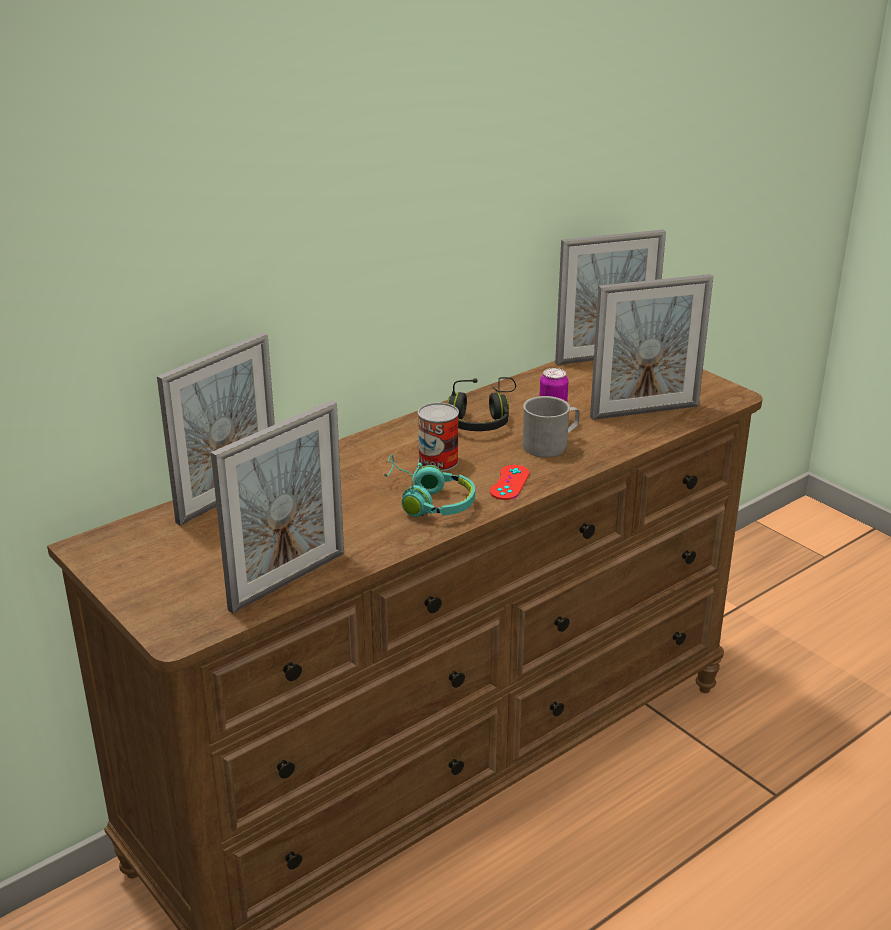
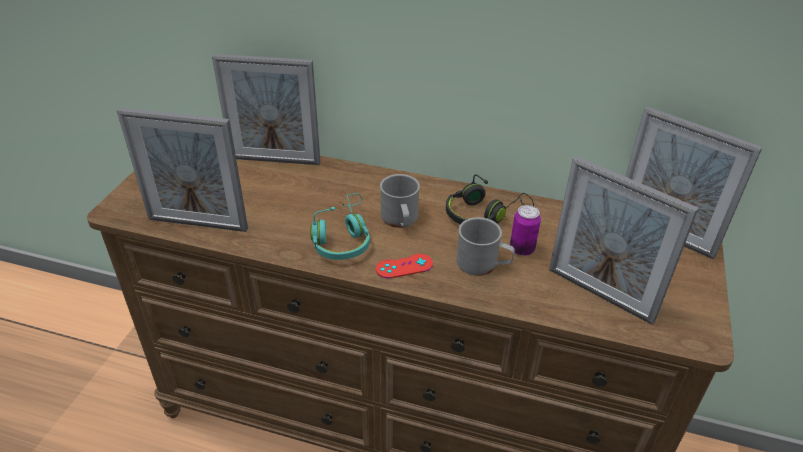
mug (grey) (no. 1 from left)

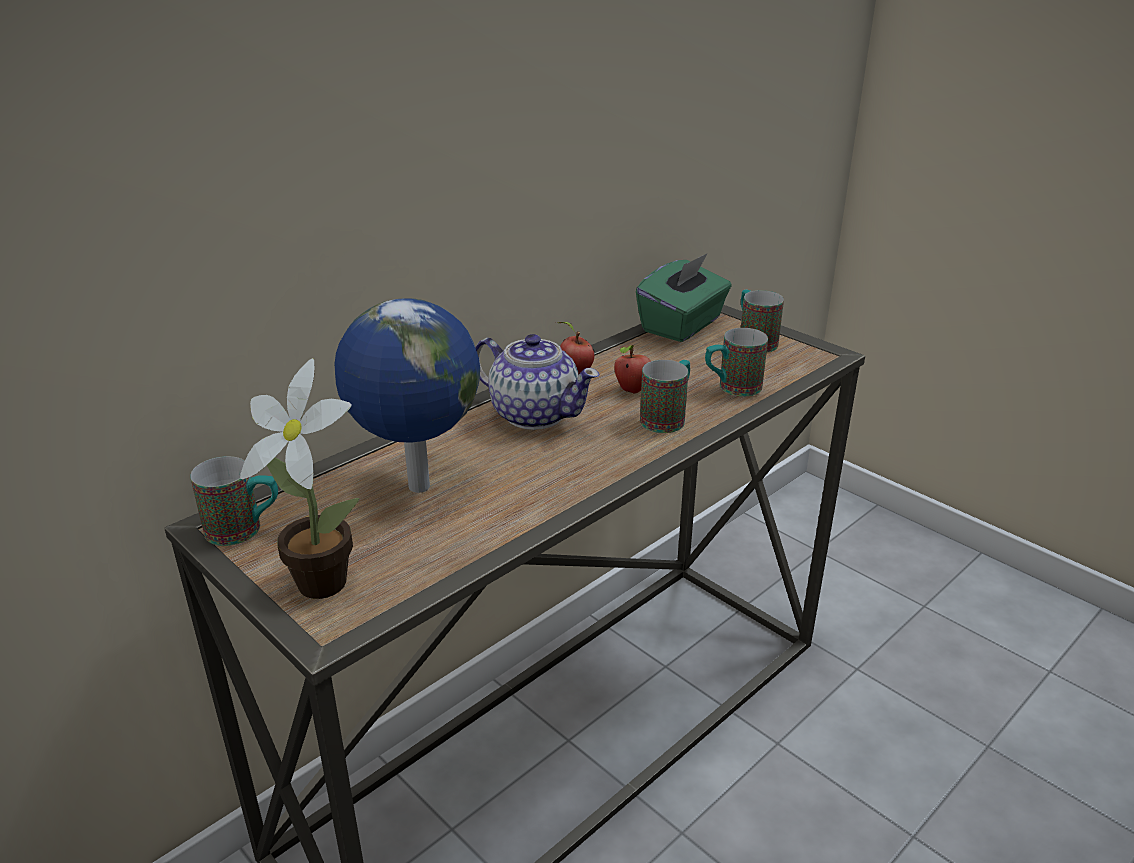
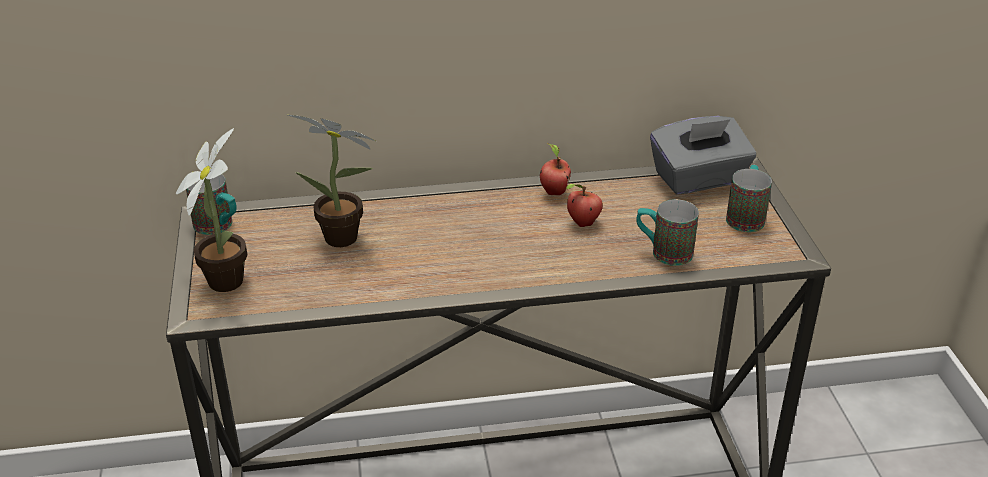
tissue box (grey)
potted plant (no. 2 from left)
teapot
mug (no. 2 from left in the first image)

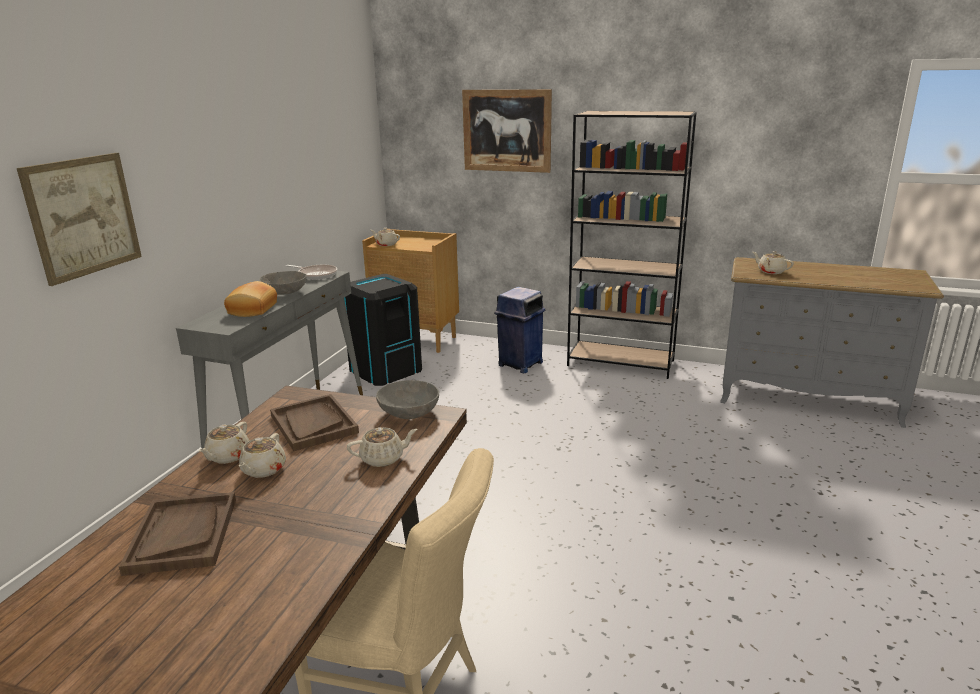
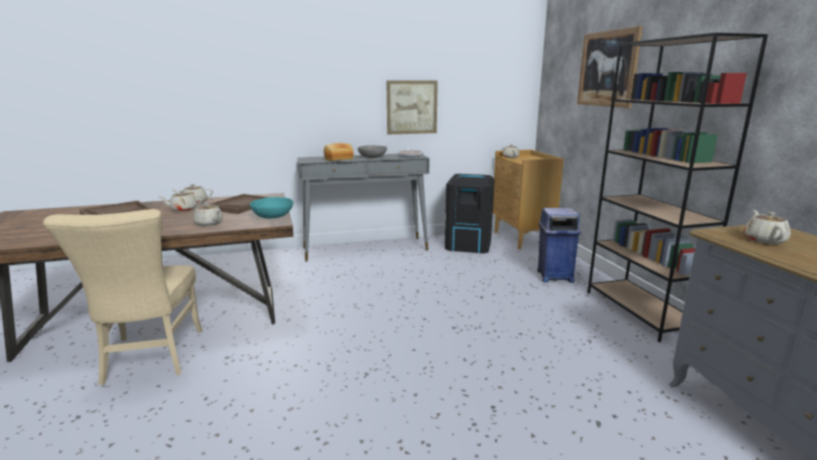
picture (no. 1 from left)
bowl (turquoise)

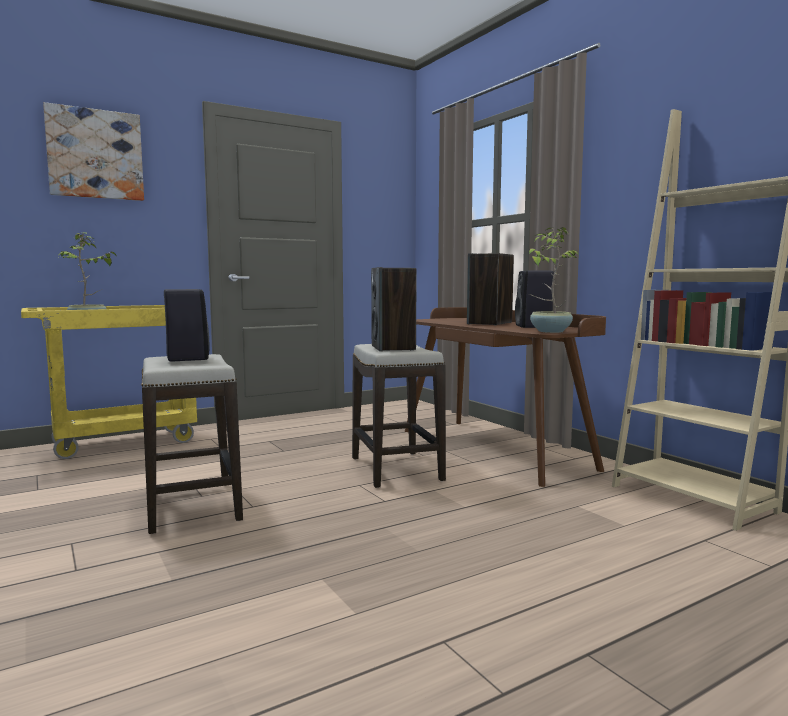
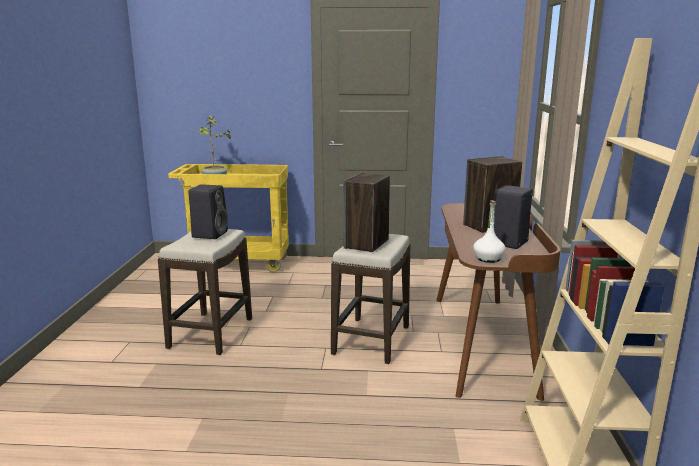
picture
bottle (white)

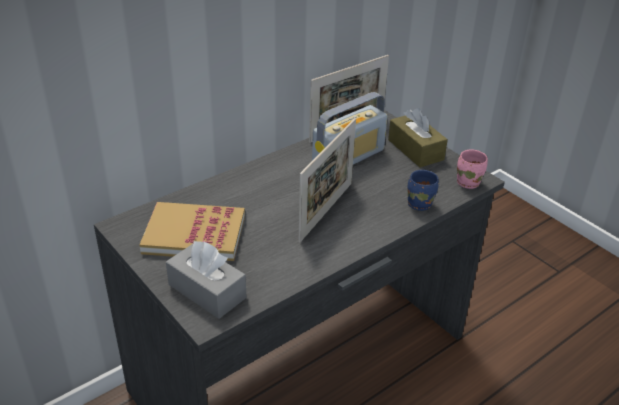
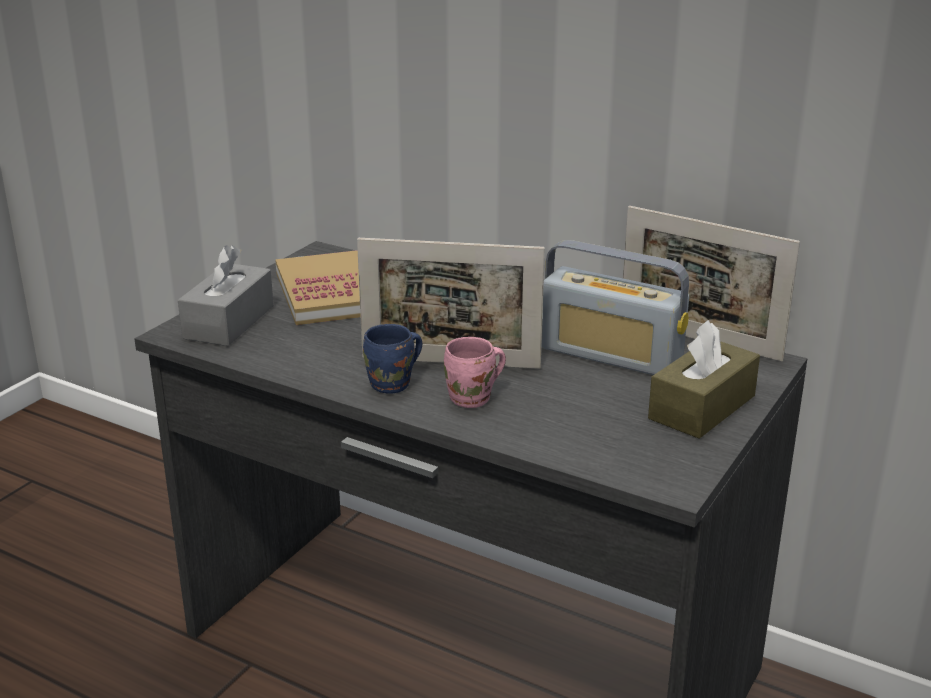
mug (pink)
mug (blue)

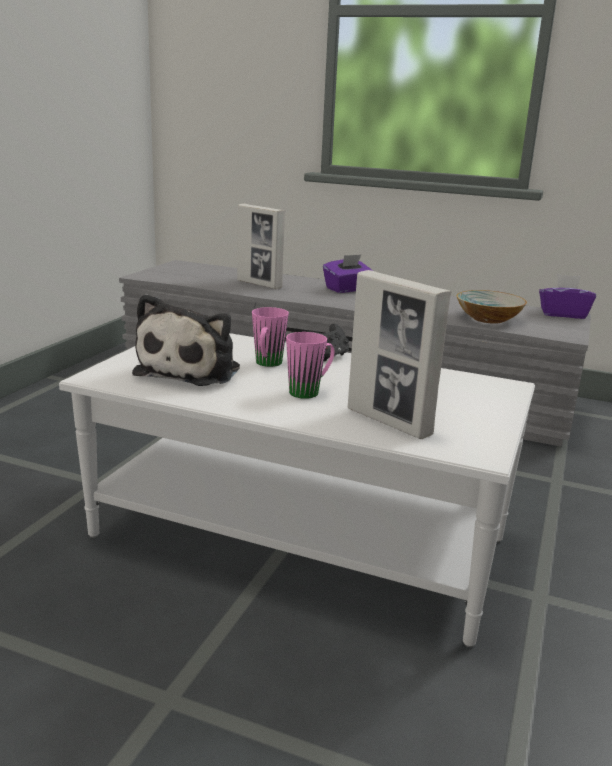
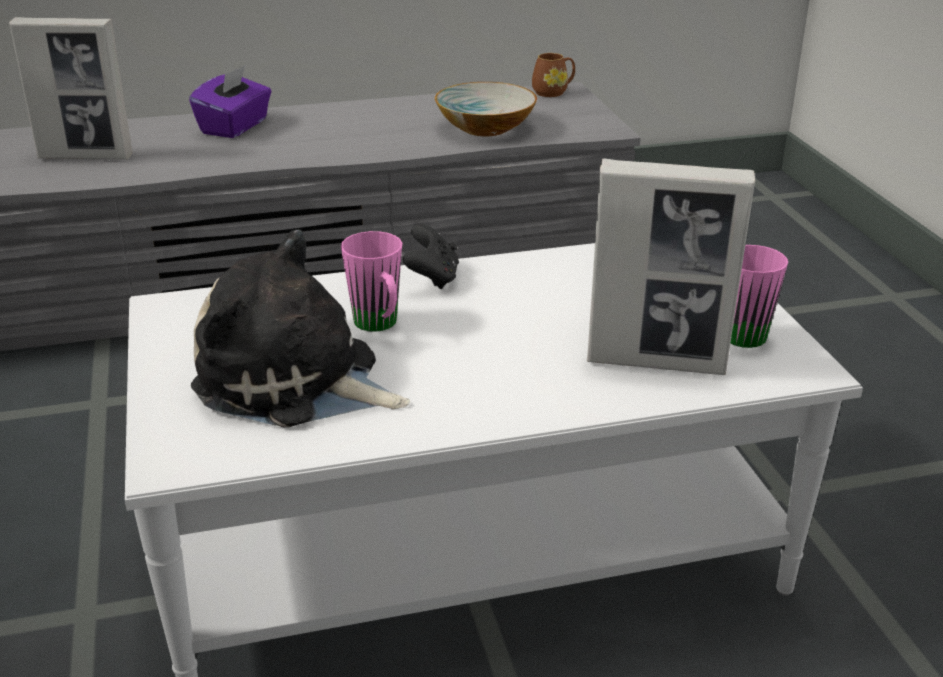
mug (brown)
plush toy
mug (pink) (no. 2 from left)

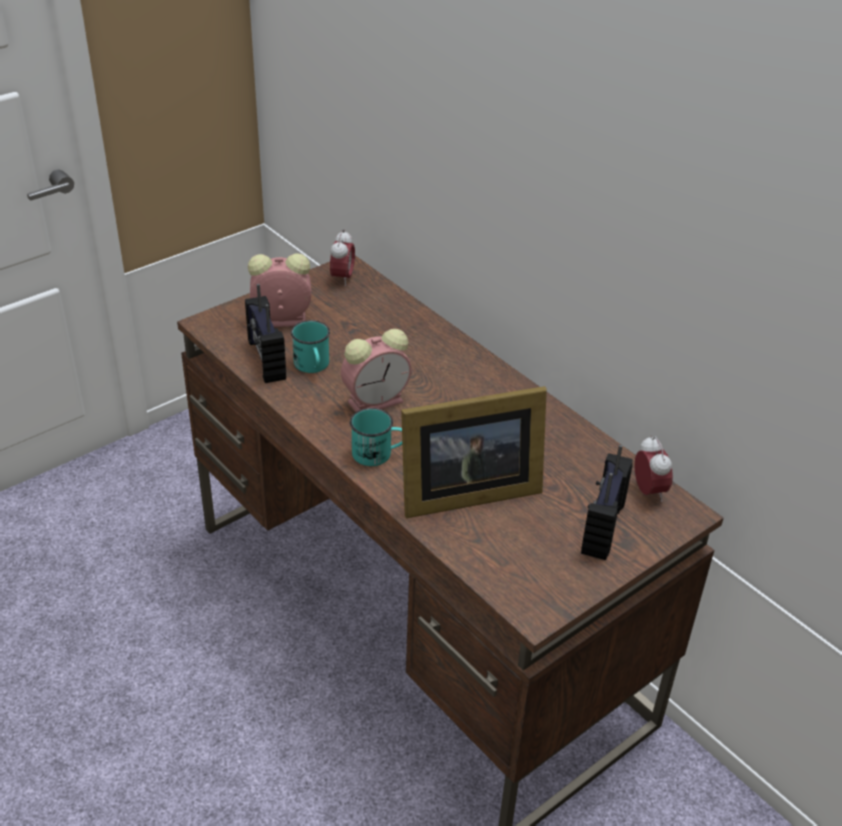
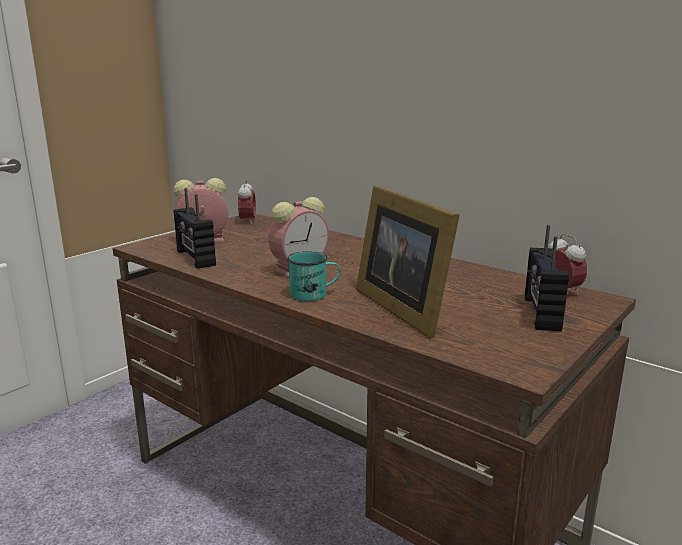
mug (turquoise) (no. 1 from left in the first image)
picture frame

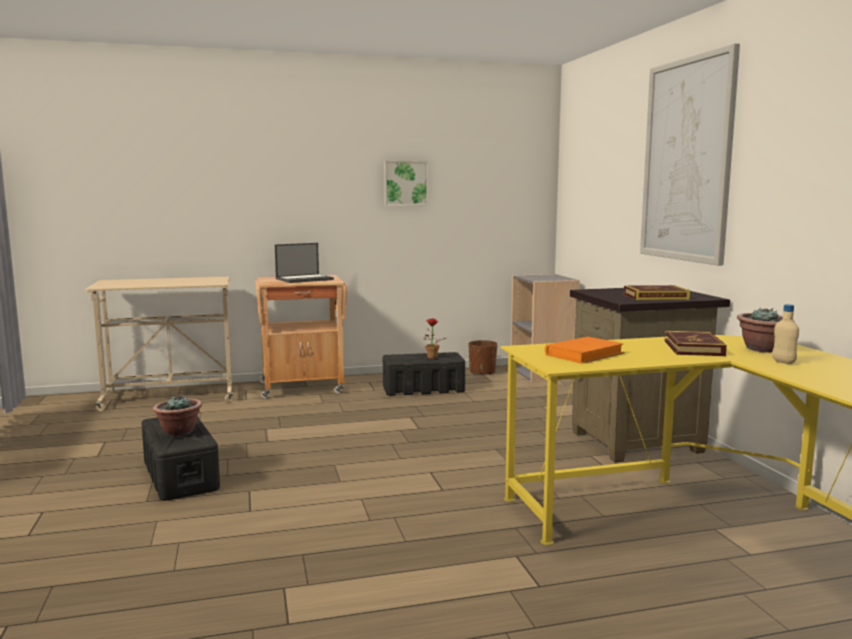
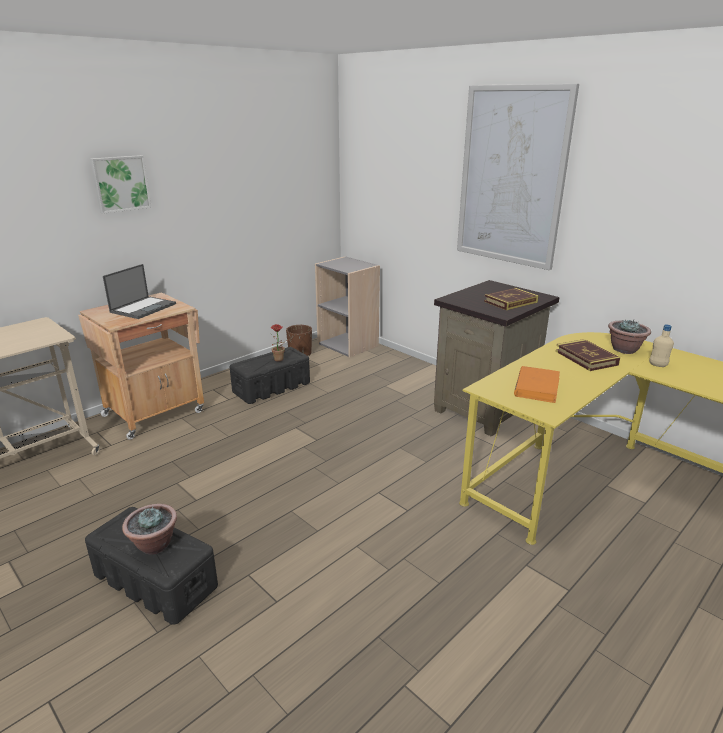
picture (no. 1 from left)

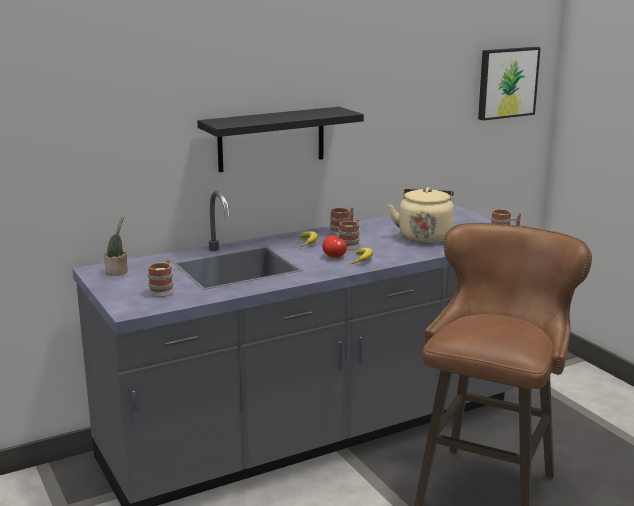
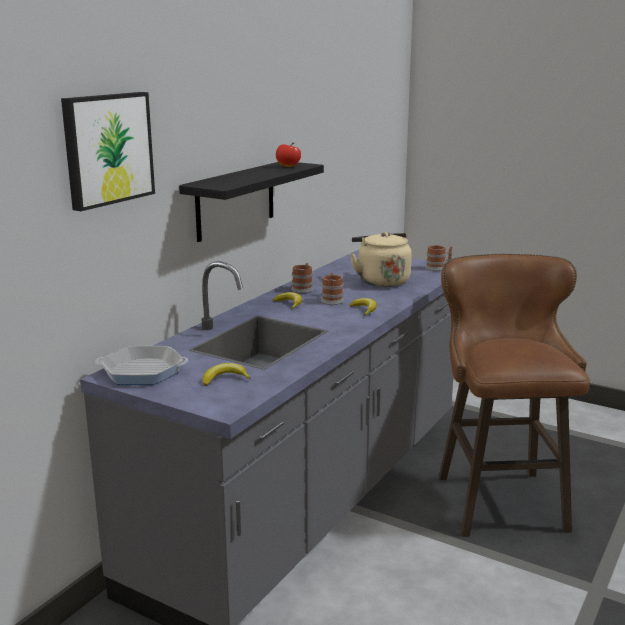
picture
frying pan
apple
banana (no. 1 from left)

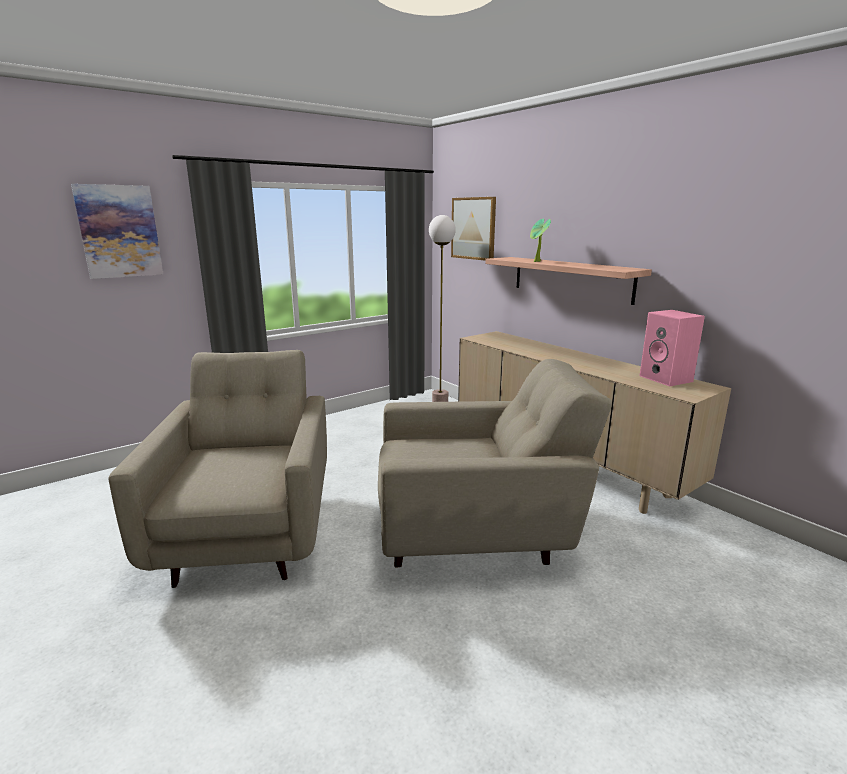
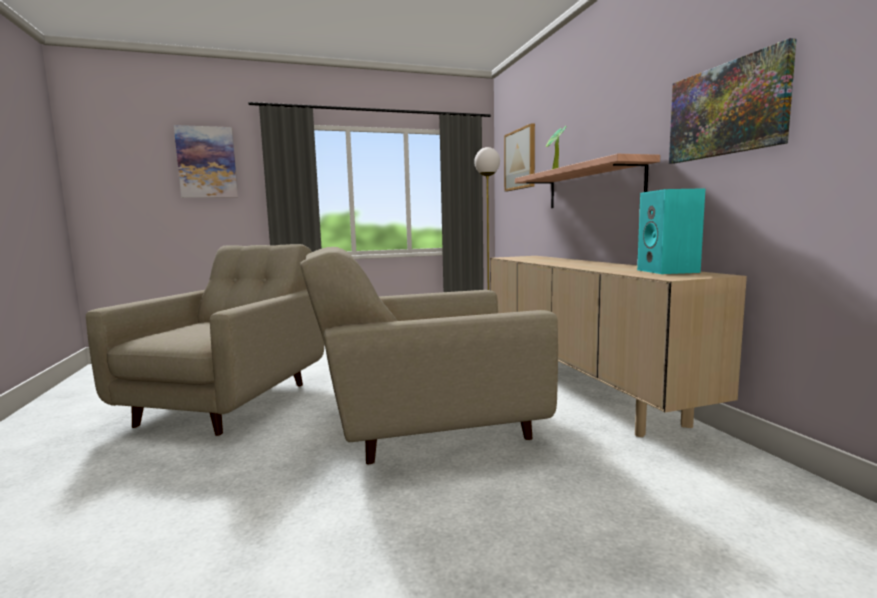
speaker (turquoise)
armchair (beige) (no. 2 from left)
picture (no. 3 from left)

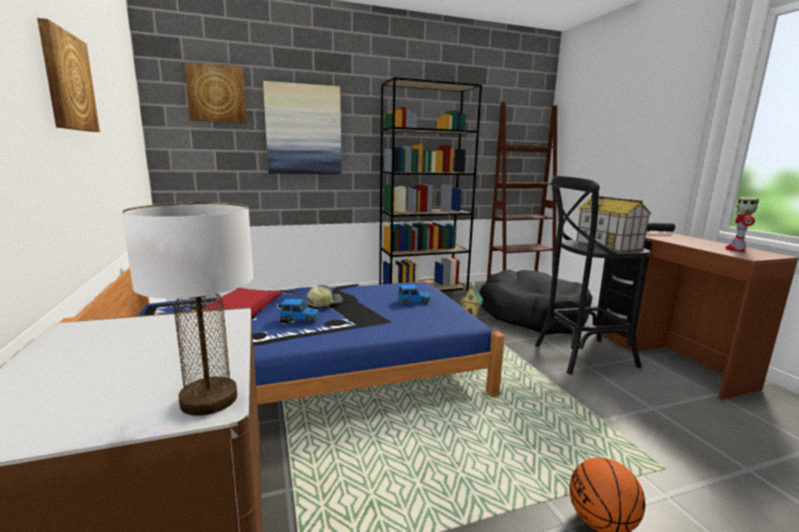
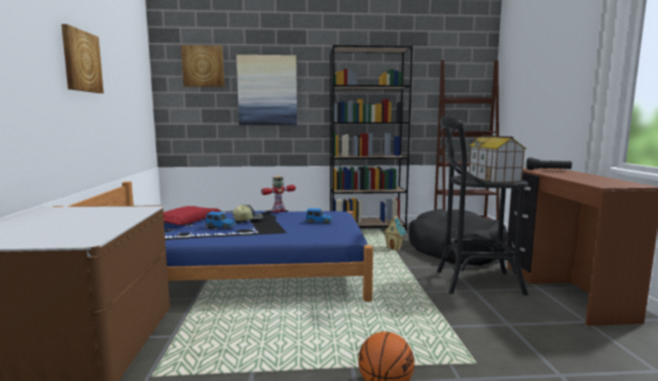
toy robot
table lamp

